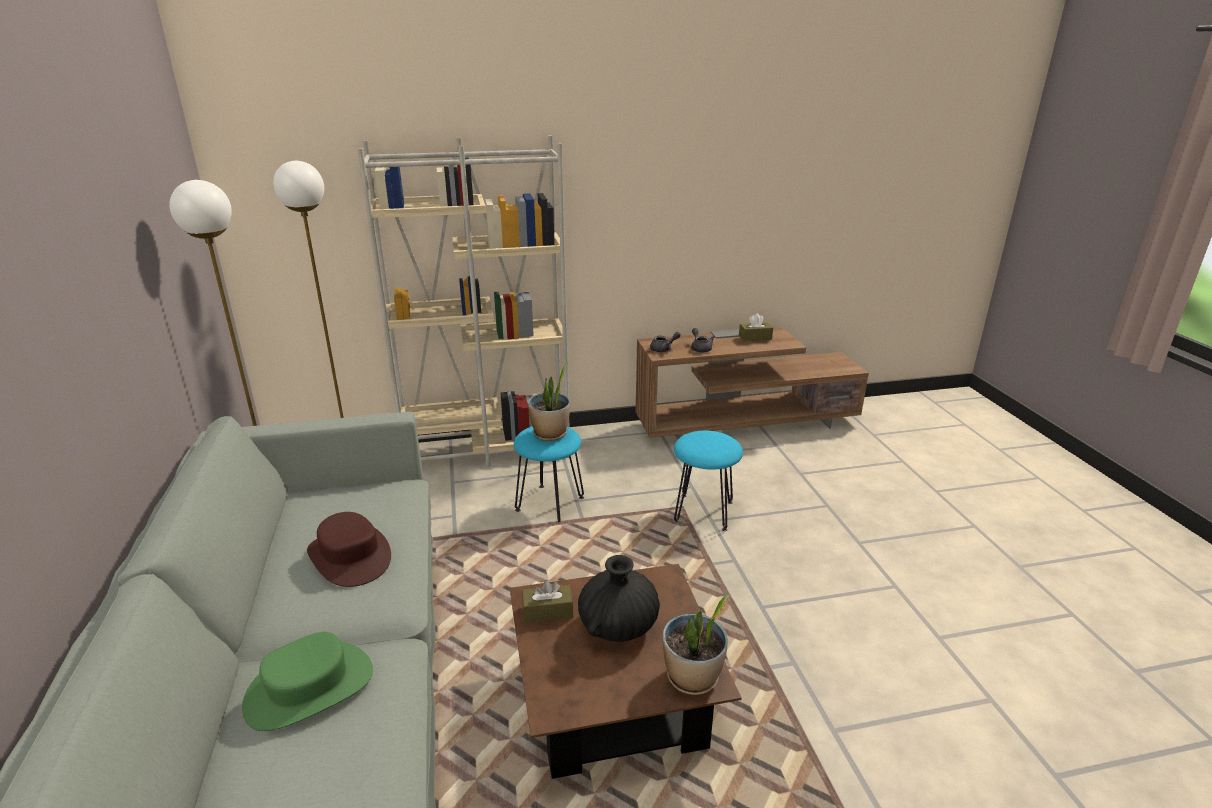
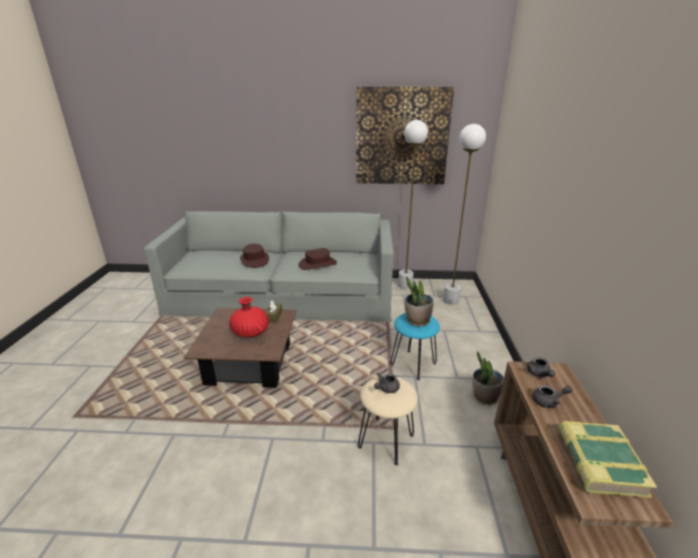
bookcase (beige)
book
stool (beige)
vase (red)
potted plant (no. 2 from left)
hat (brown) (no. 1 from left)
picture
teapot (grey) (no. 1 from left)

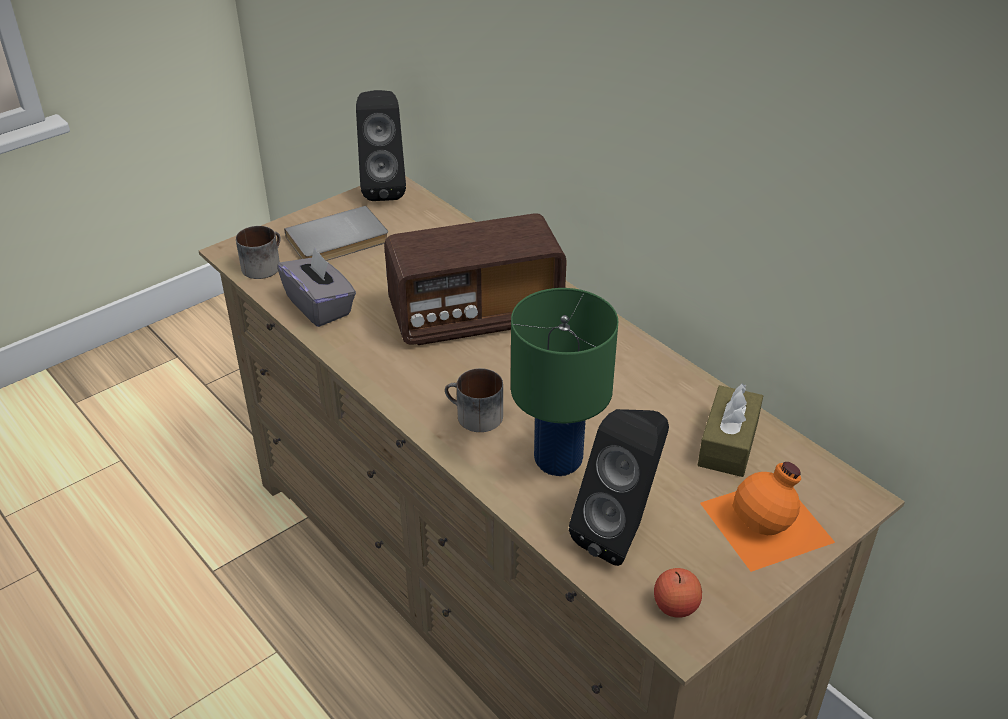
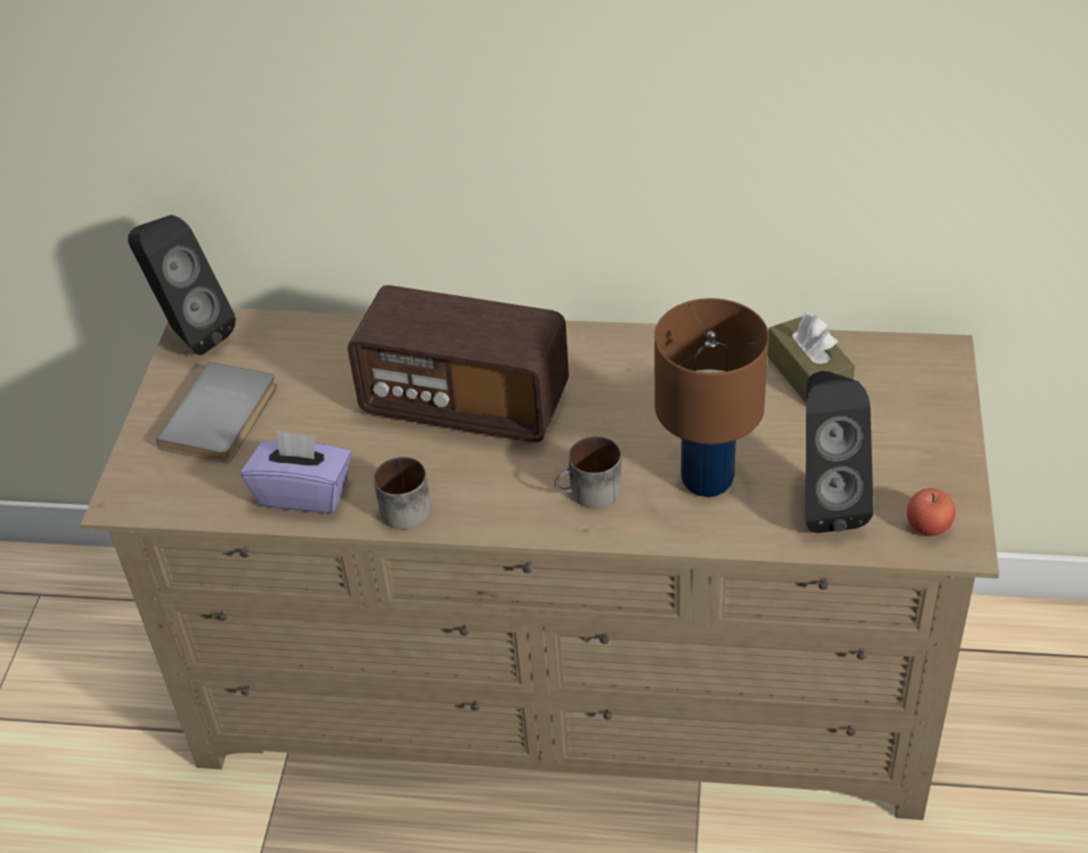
radio
mug (no. 1 from left)
tissue box (purple)
table lamp (brown)
bottle (orange)

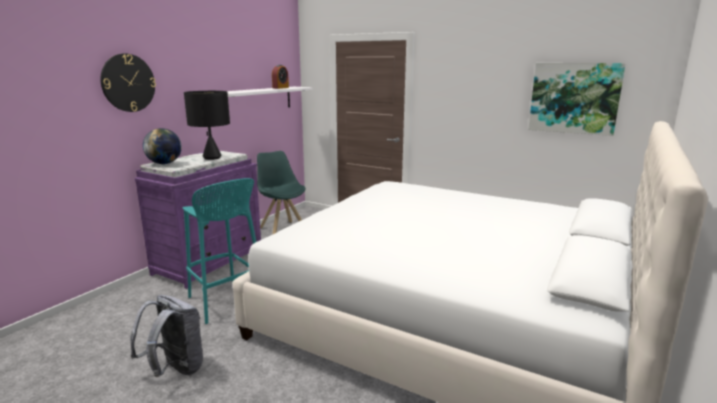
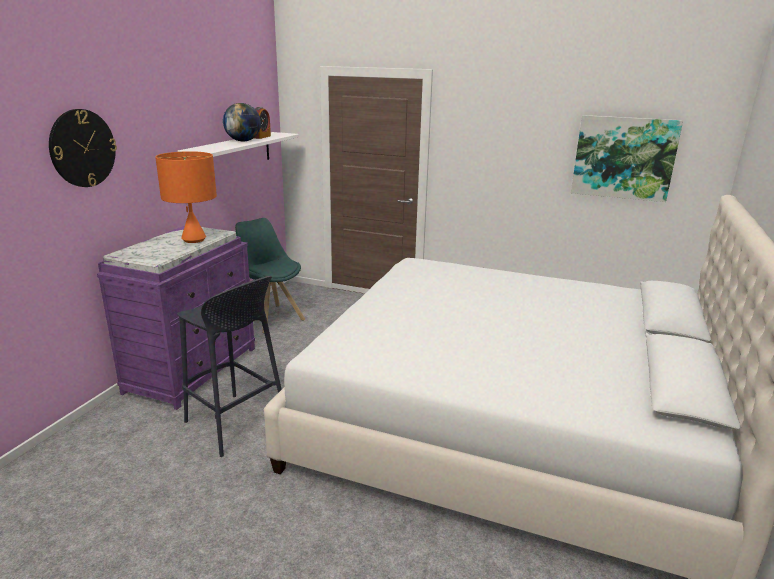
table lamp (orange)
globe
stool (grey)
backpack (grey)

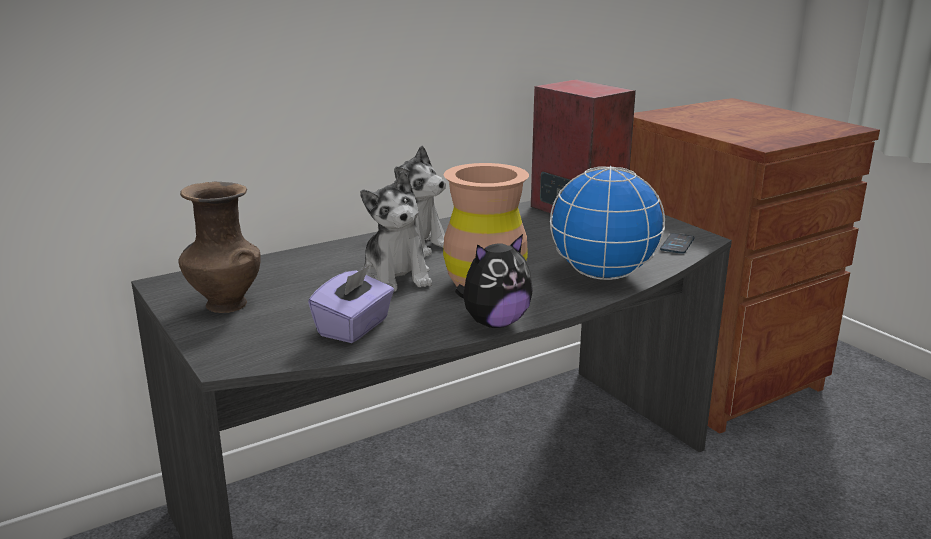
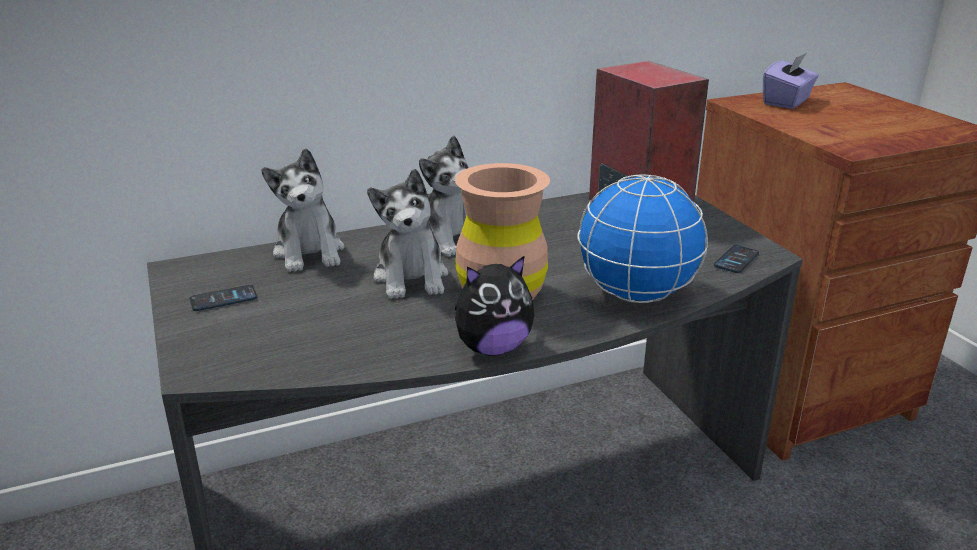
phone (no. 1 from left)
tissue box (purple)
plush toy (no. 1 from left)

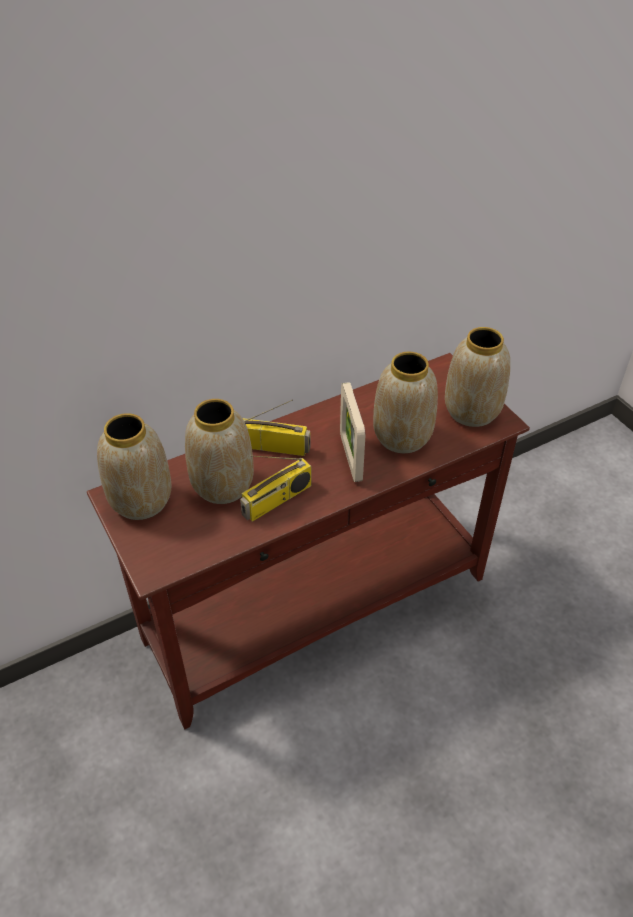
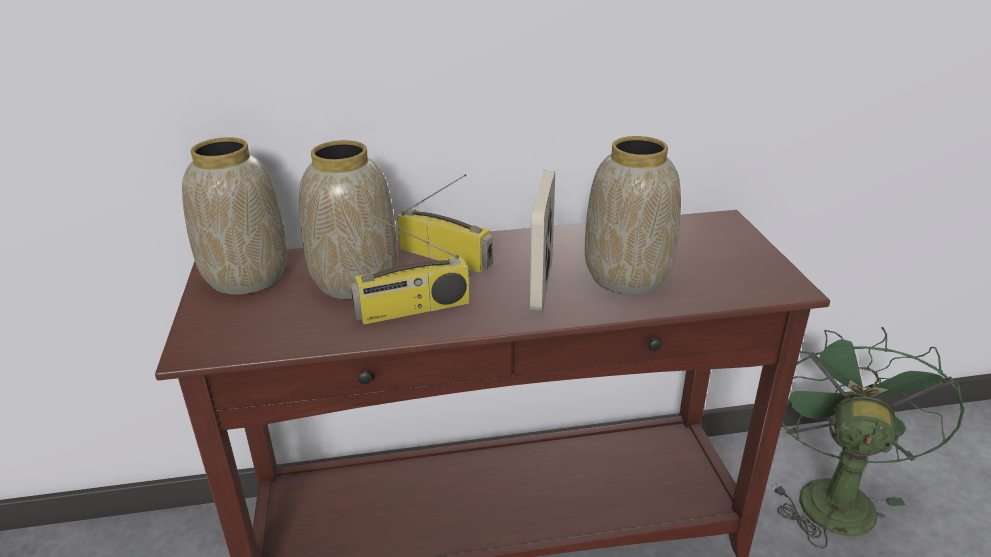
vase (no. 4 from left in the first image)
fan (green)

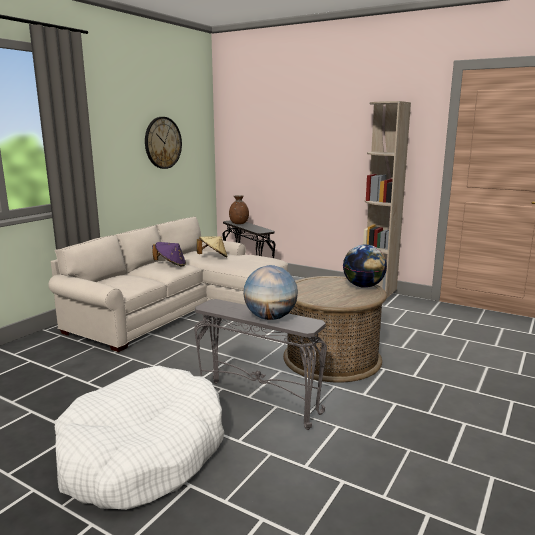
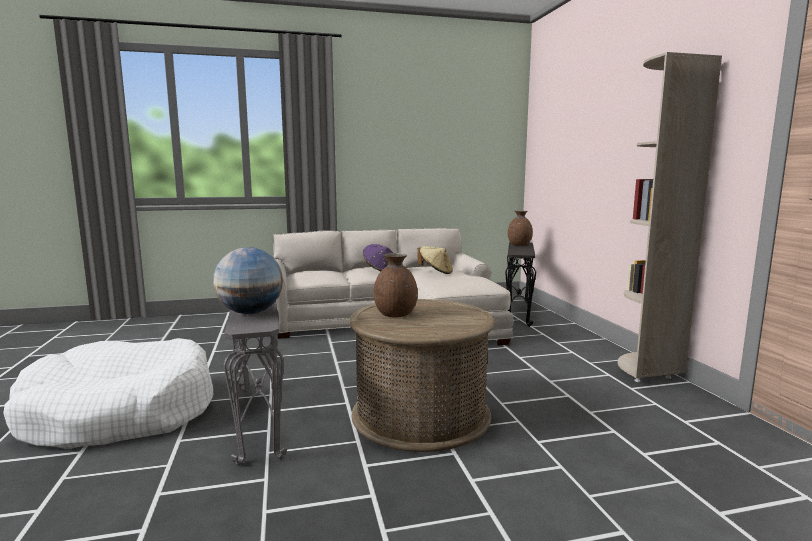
wall clock
globe (no. 2 from left in the first image)
vase (brown) (no. 1 from left)

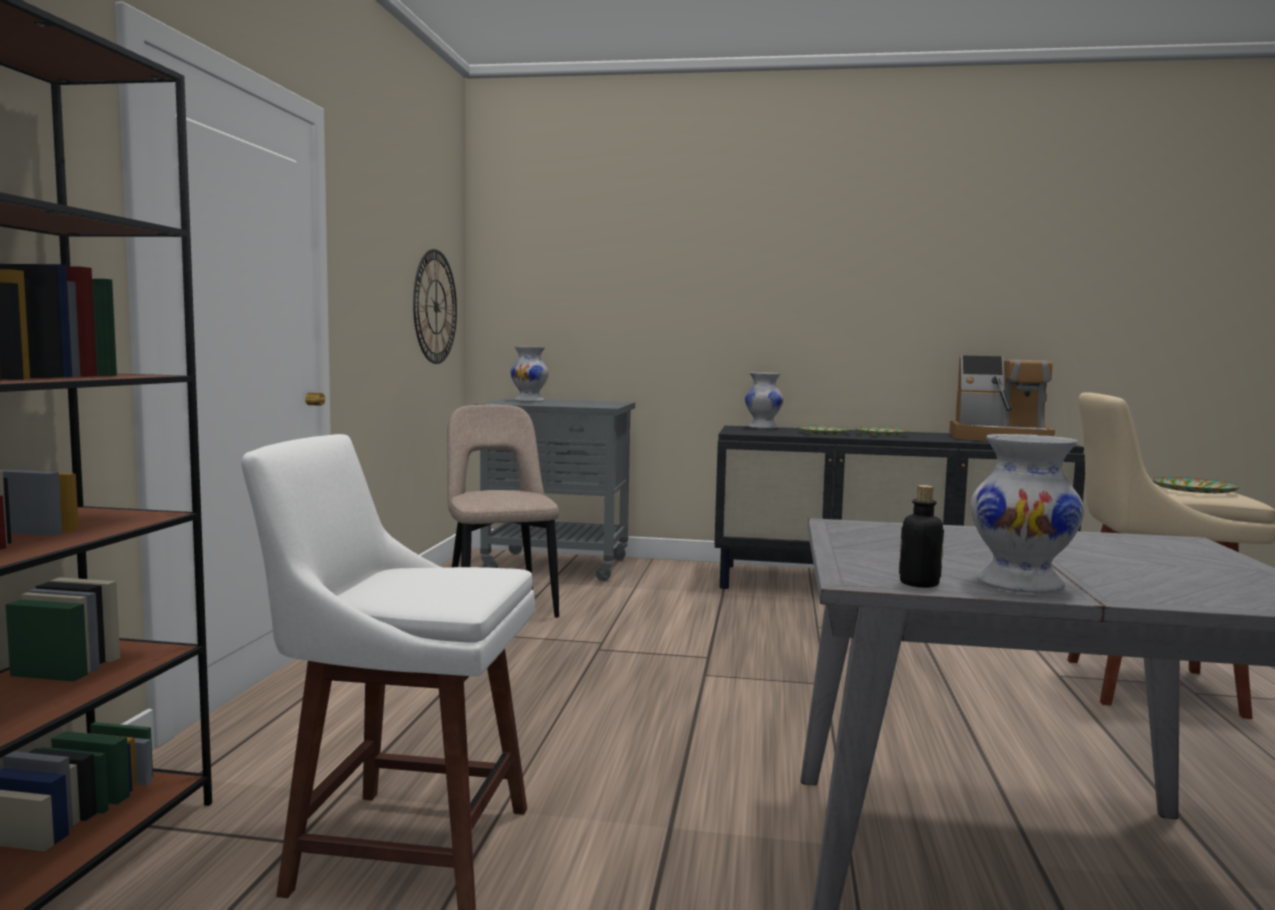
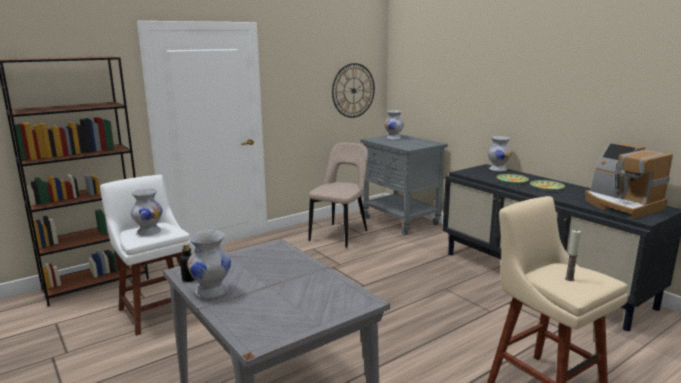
candle
vase (white) (no. 1 from left)

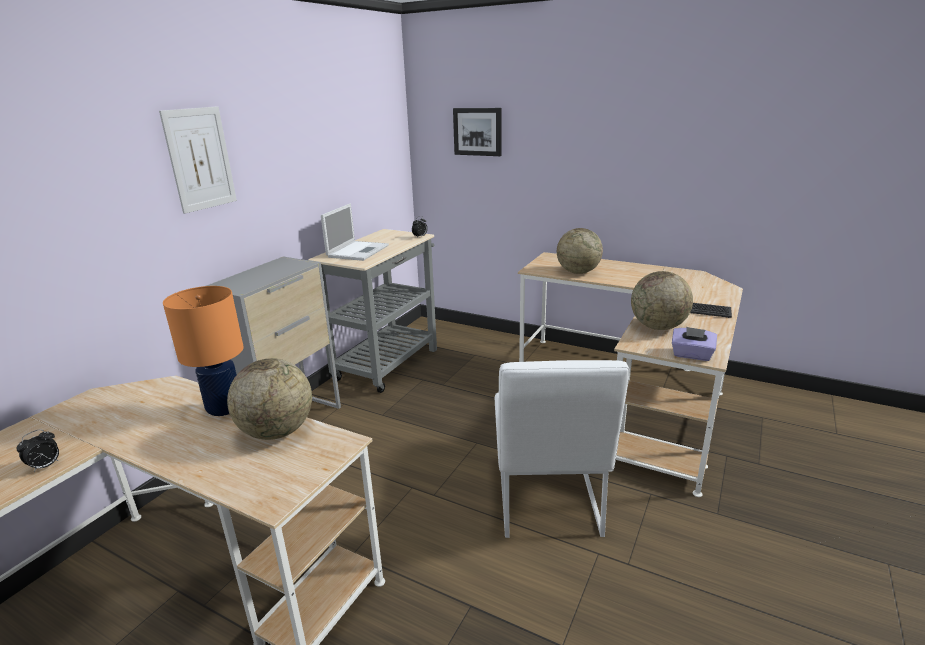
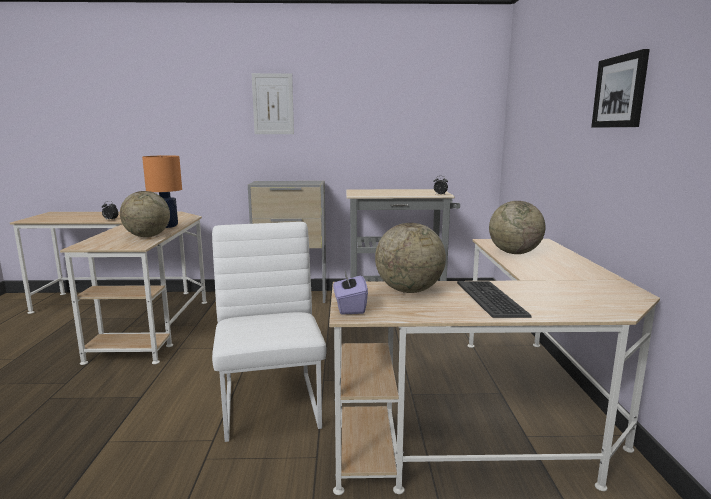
picture (no. 2 from left)
laptop
chair (white)

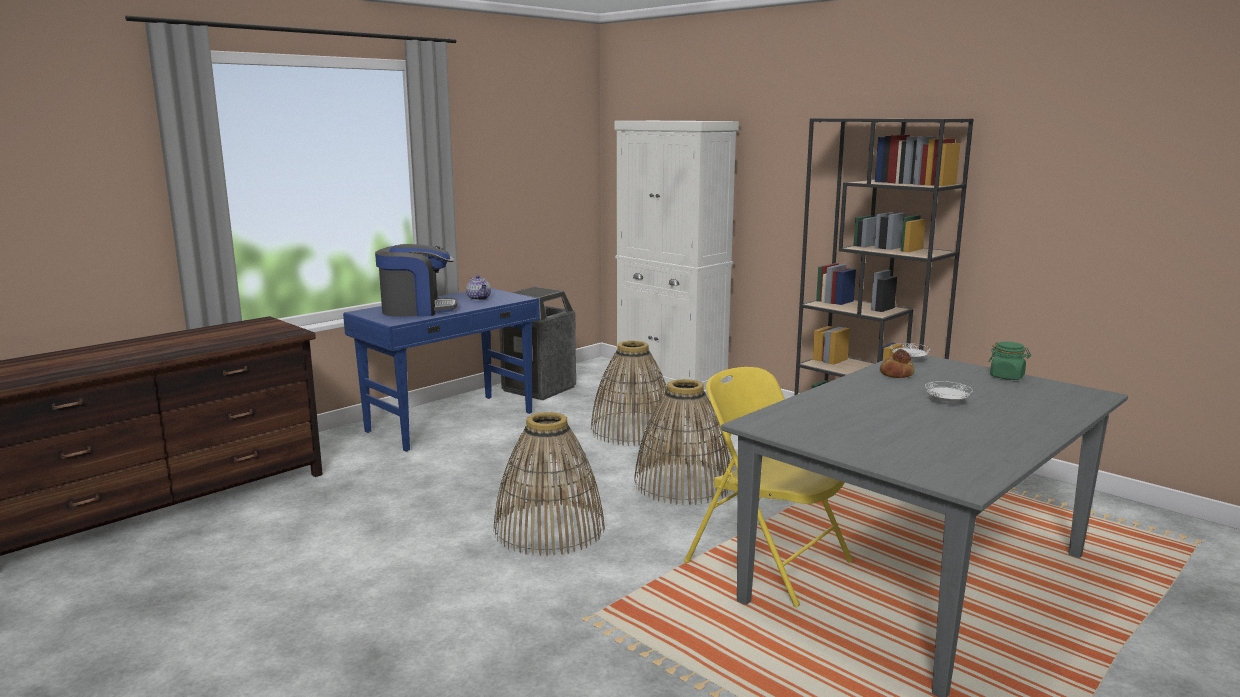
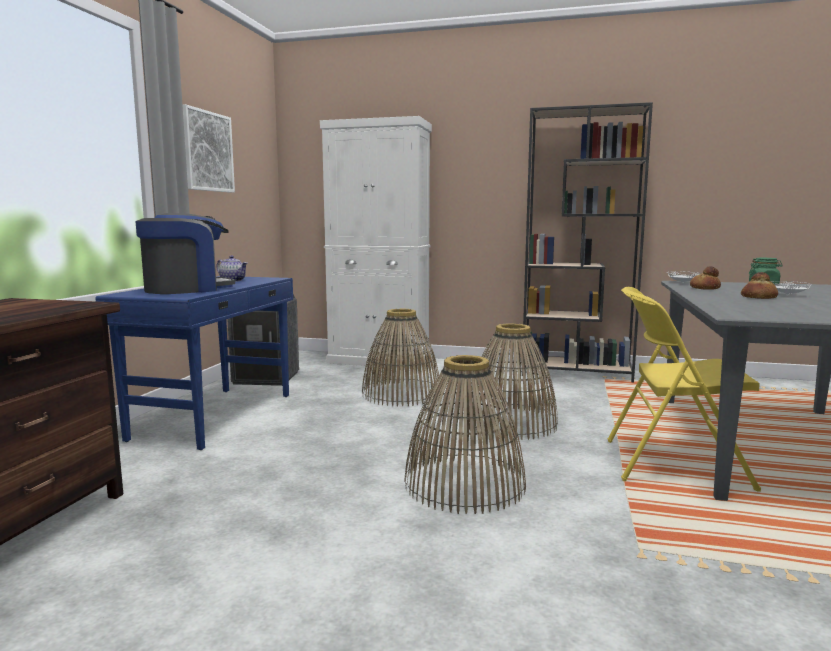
picture
bread (no. 2 from left)

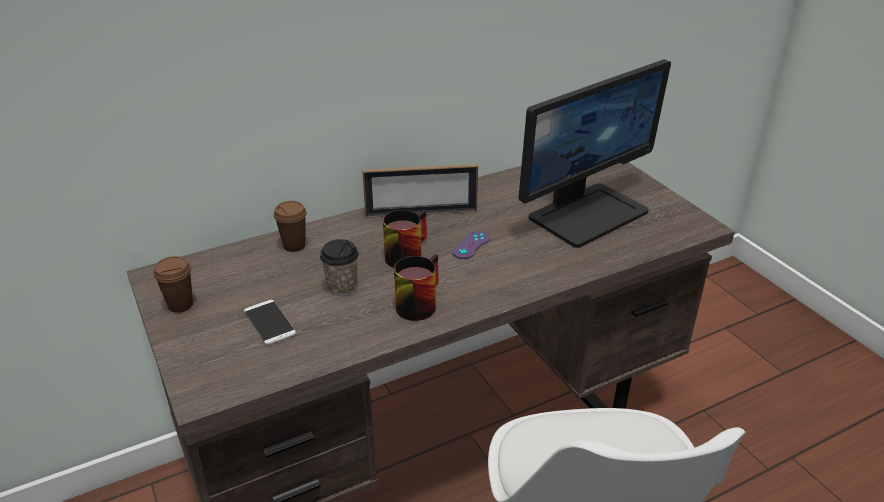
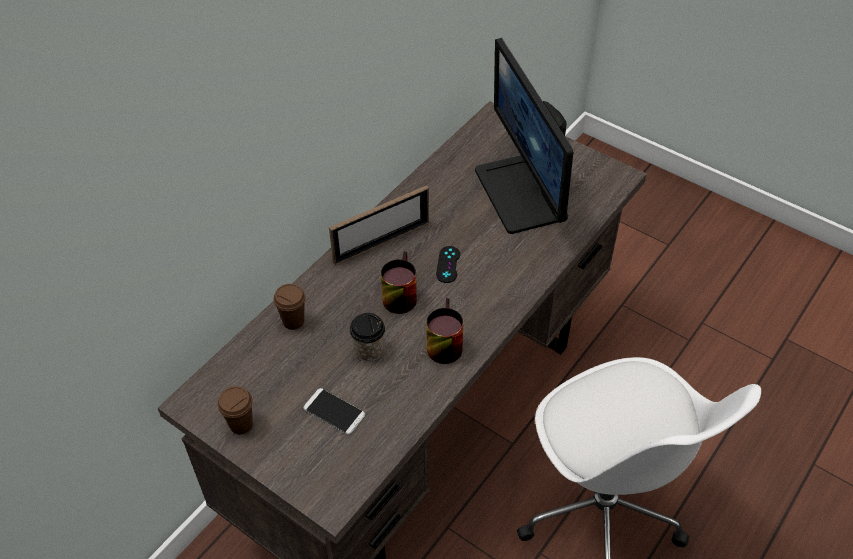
monitor
game controller (black)

